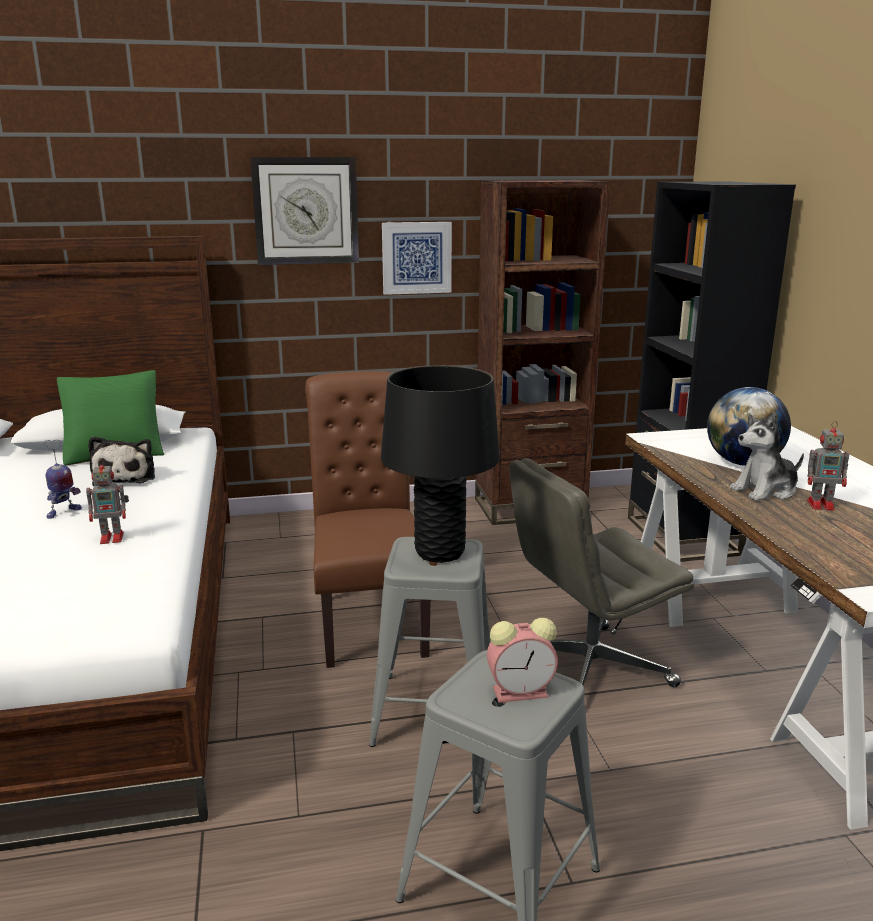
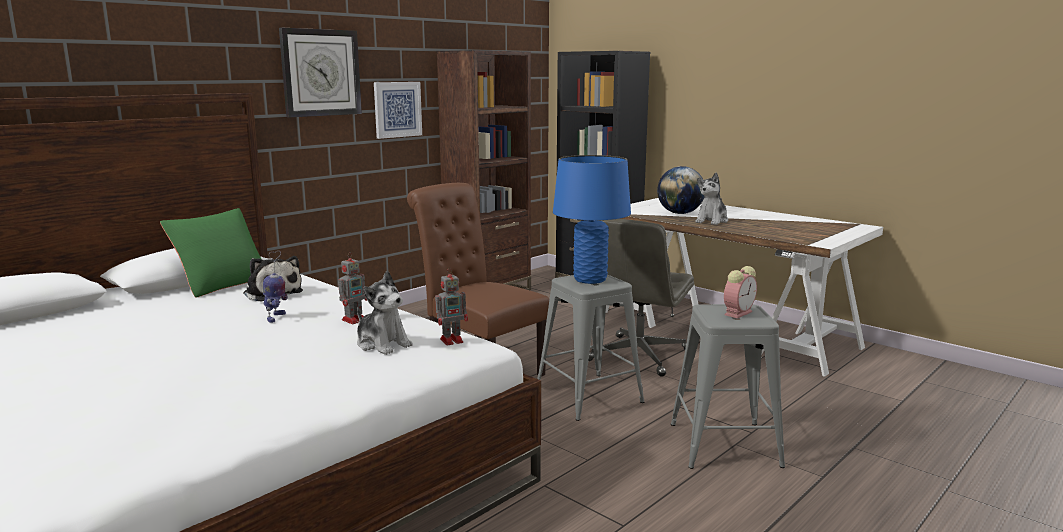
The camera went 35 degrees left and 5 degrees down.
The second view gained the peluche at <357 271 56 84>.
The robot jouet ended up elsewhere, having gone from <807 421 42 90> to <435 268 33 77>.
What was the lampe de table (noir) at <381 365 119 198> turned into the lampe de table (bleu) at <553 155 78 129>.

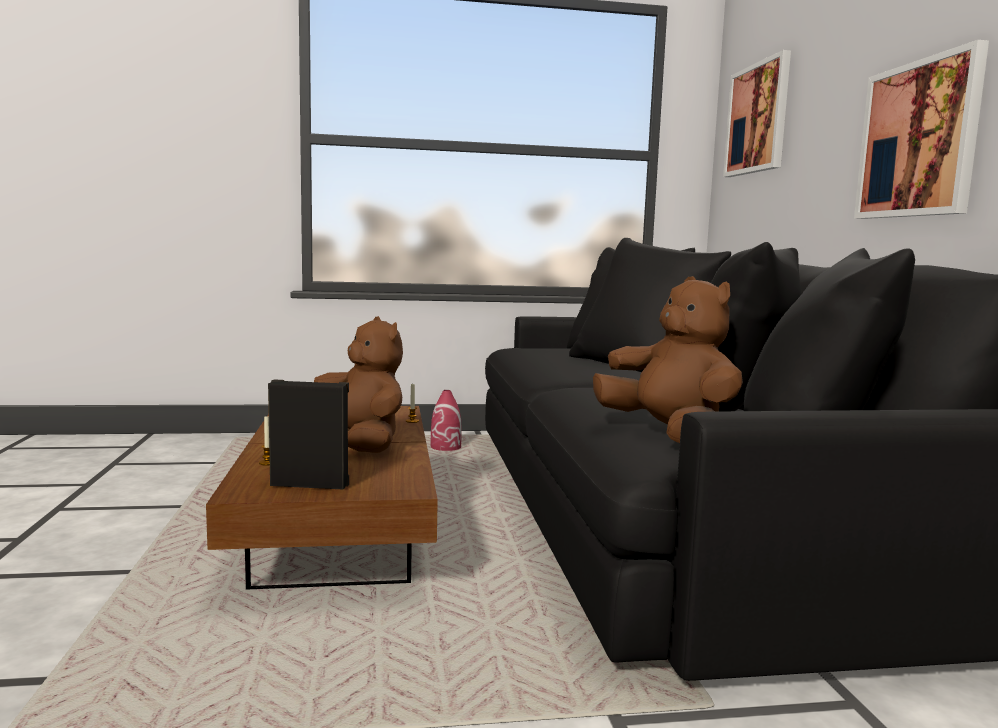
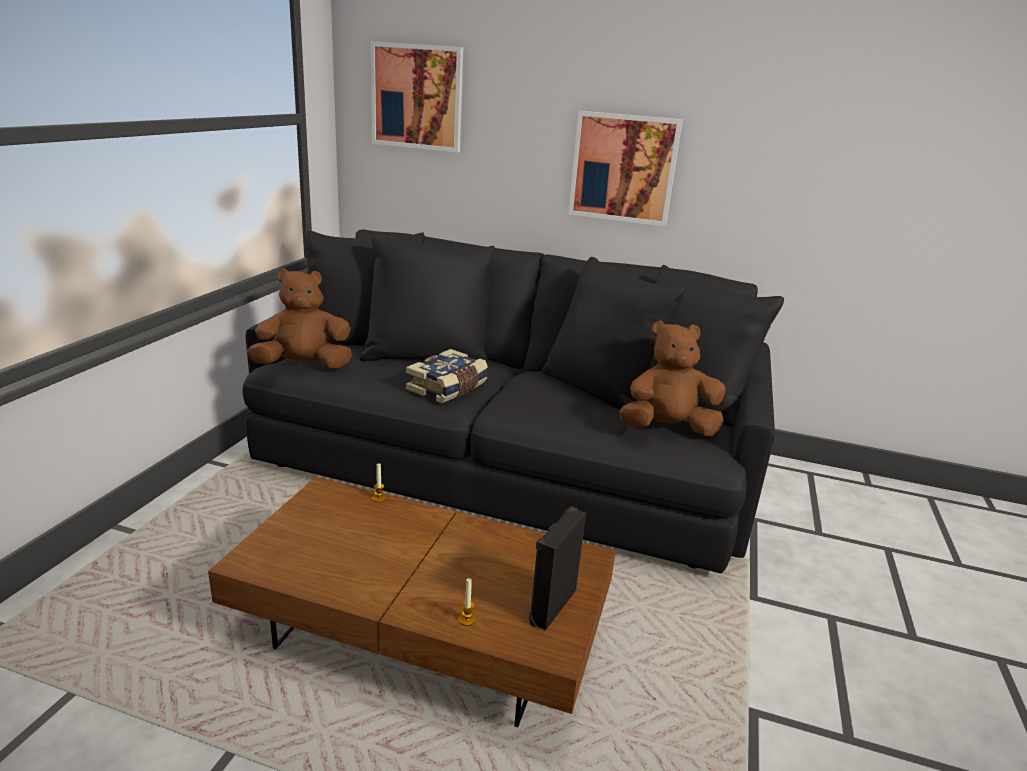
The camera went 65 degrees left and 15 degrees up.
The second view lost the vase (rouge) at <431 390 31 61>.
The second view gained the livre at <406 349 82 54>.
The peluche (marron) ended up elsewhere, having gone from <314 316 89 137> to <247 268 105 101>.

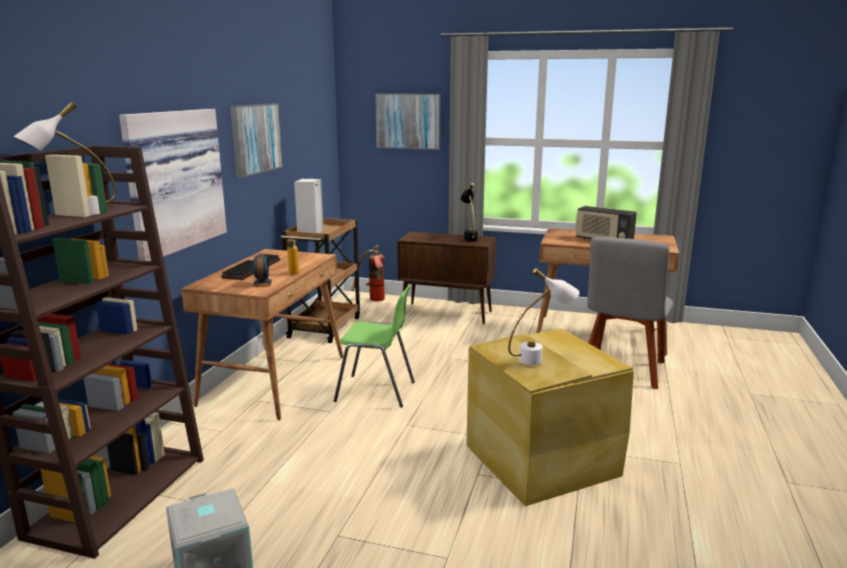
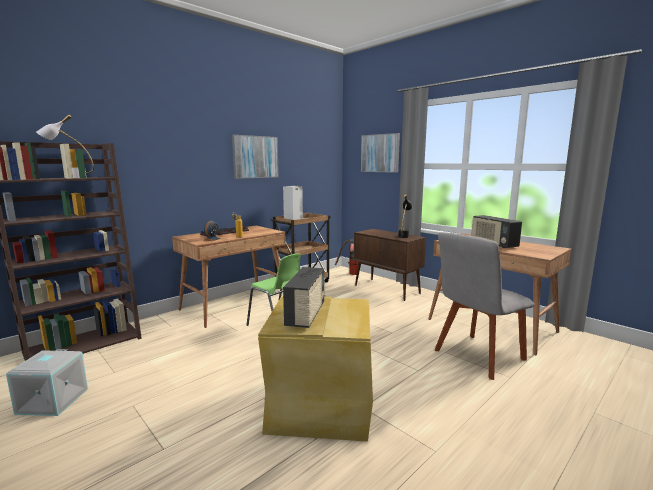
The camera went 30 degrees right and 5 degrees down.
The second view lost the tableau at <119 109 108 152>.
Where the lampe de table (blanc) stood at <508 268 72 98>, the radio came to stand at <283 267 43 61>.

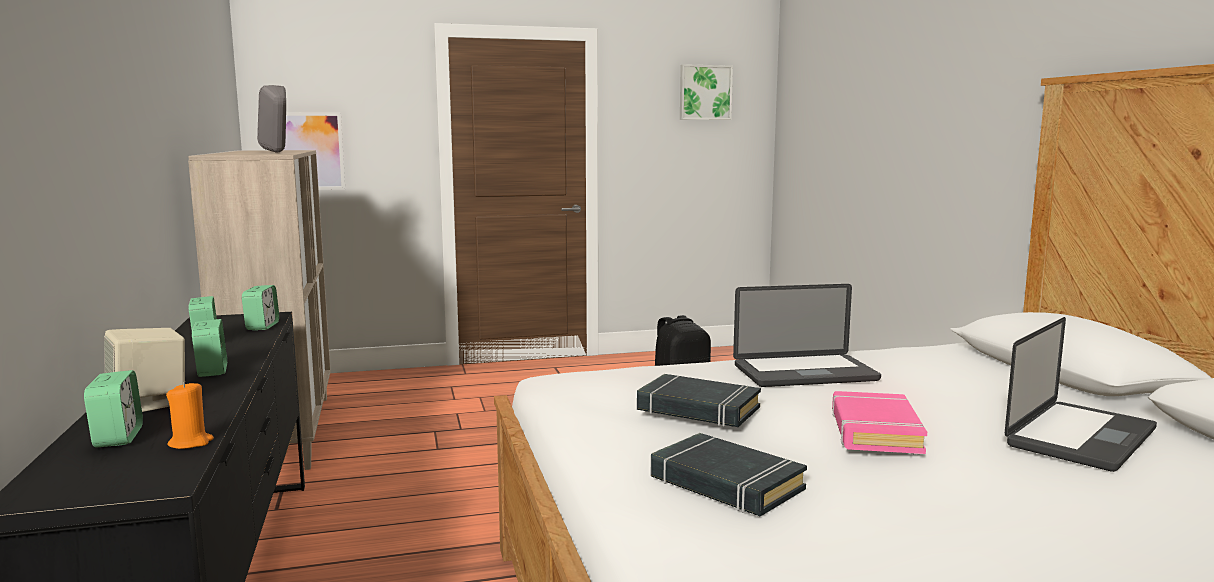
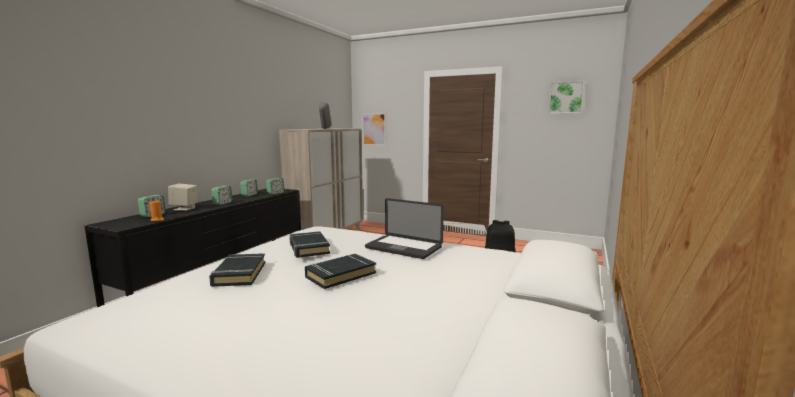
The camera went 40 degrees right and 0 degrees up.
The second view lost the ordinateur portable at <1005 317 152 155>.
What was the livre (rose) at <832 391 95 63> turned into the livre (noir) at <305 254 71 35>.

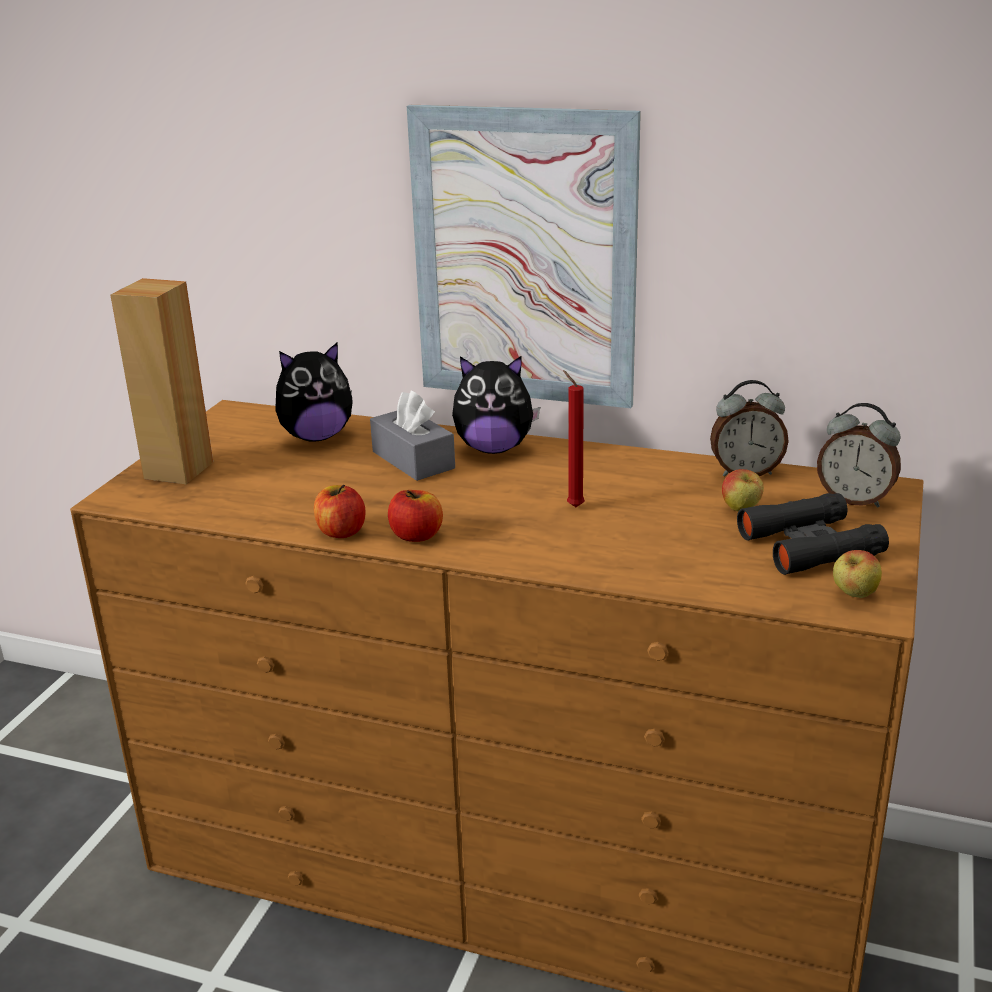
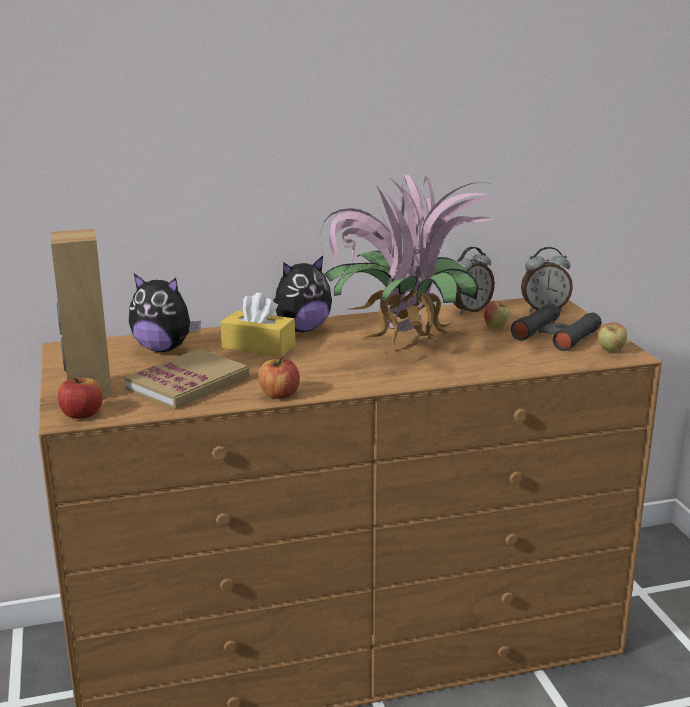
The camera went 35 degrees left and 5 degrees down.
The second view lost the tableau at <407 105 234 303>.
The second view gained the livre at <124 349 126 60>.
The pomme ended up elsewhere, having gone from <388 490 55 52> to <58 378 45 41>.
Where the bougie (rouge) stood at <563 370 22 137>, the plante en pot came to stand at <320 174 178 177>.
What was the boîte à mouchoirs (gris) at <370 391 85 90> turned into the boîte à mouchoirs (jaune) at <221 292 74 65>.
The peluche at <275 342 78 100> ended up facing another way, 75 degrees clockwise from before.

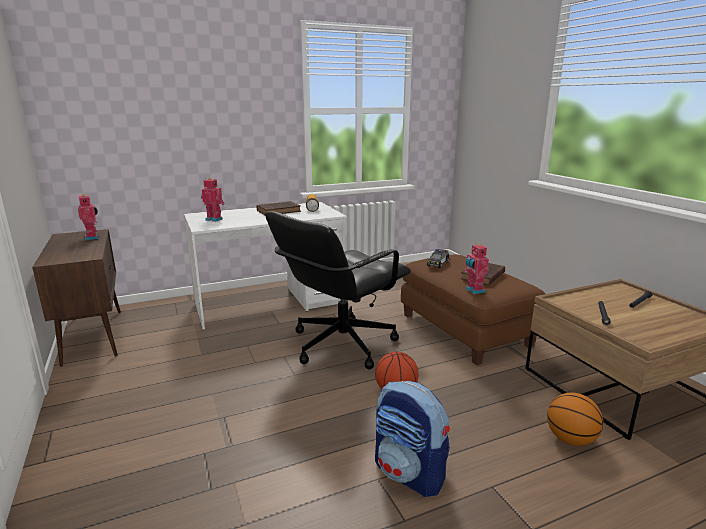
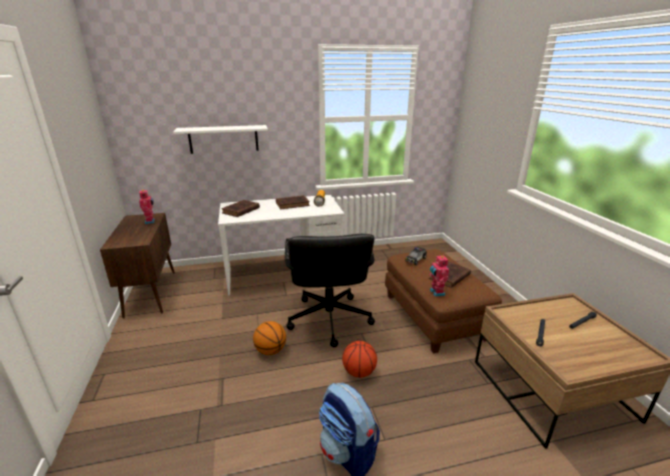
The camera went 10 degrees right and 5 degrees up.
The second view gained the étagère (blanc) at <173 125 95 29>.
The ballon de basket ended up elsewhere, having gone from <547 393 56 53> to <253 321 33 34>.
Where the robot jouet stood at <201 178 24 44>, the livre (marron) came to stand at <221 200 39 17>.
The chaise de bureau (noir) at <265 211 146 158> ended up facing another way, 60 degrees counterclockwise from before.

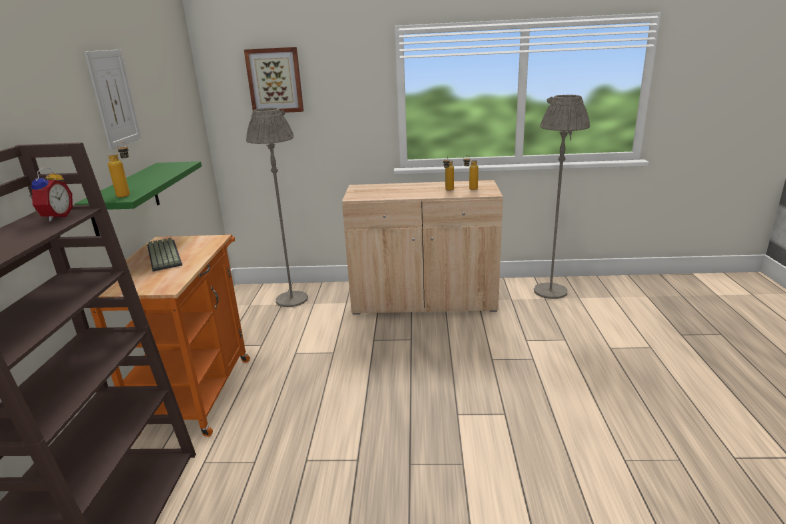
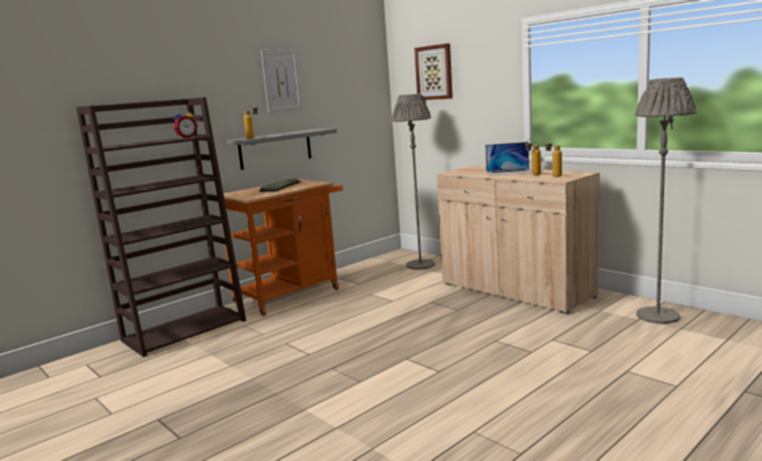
The camera went 45 degrees right and 10 degrees down.
The second view gained the ordinateur portable at <486 142 46 34>.
What was the étagère (vert) at <75 161 127 75> turned into the étagère (gris) at <227 129 110 41>.

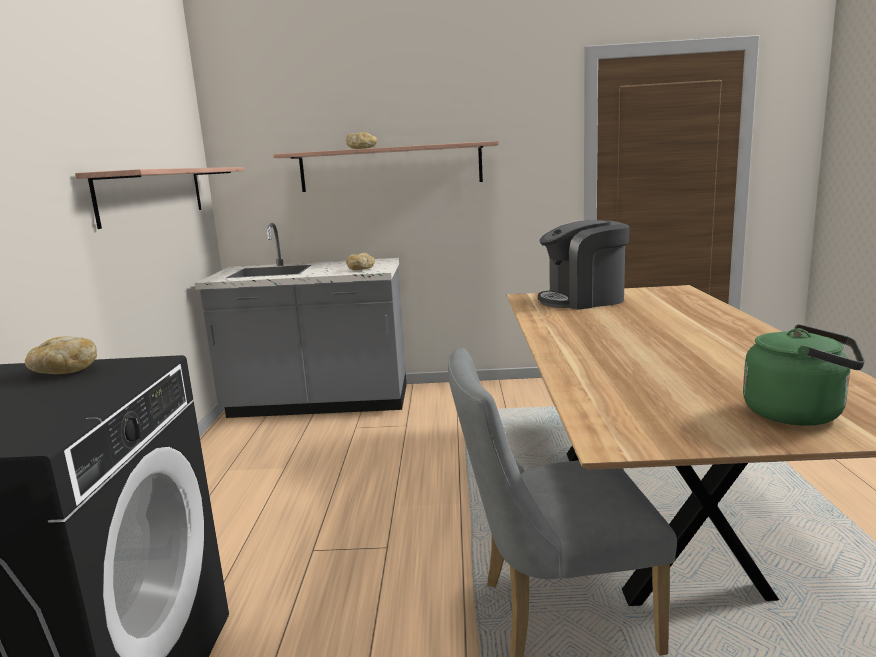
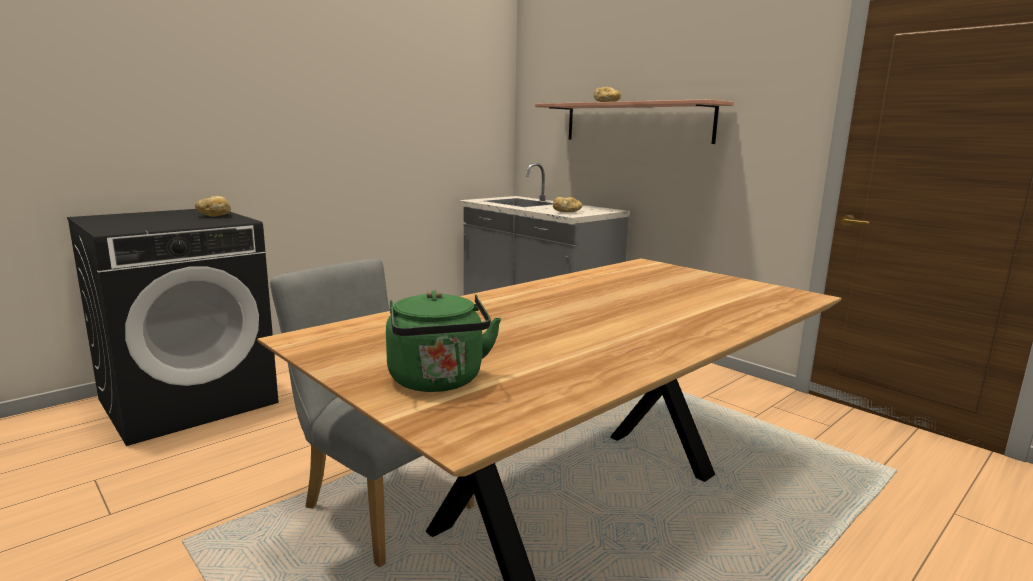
The camera went 45 degrees right and 0 degrees up.
The second view lost the étagère at <75 167 169 62>.
The second view lost the machine à café at <538 220 91 90>.

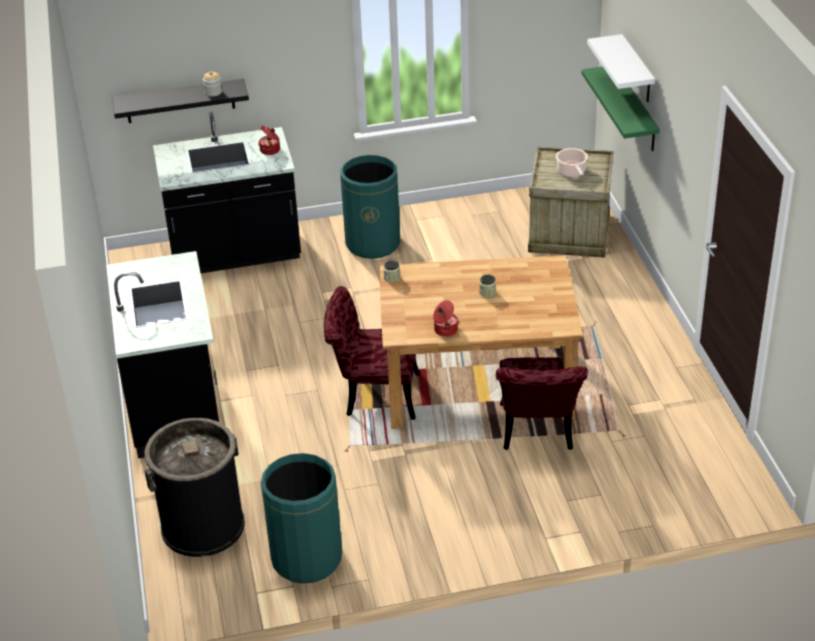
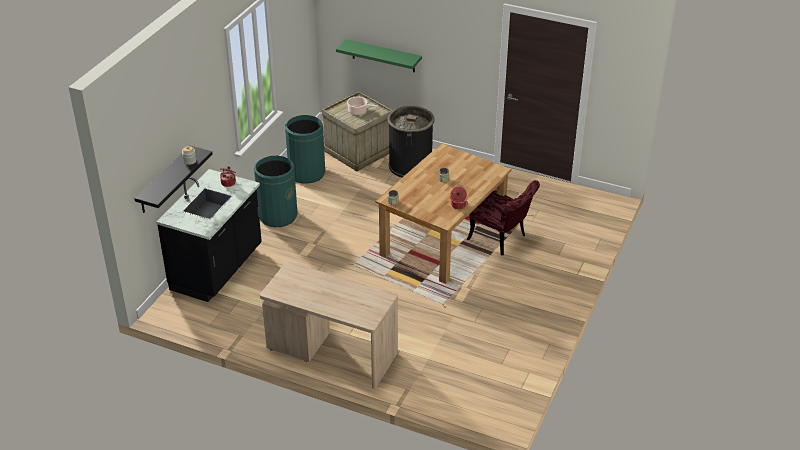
The camera went 55 degrees left and 0 degrees up.
The second view lost the chaise (rouge) at <324 286 96 134>.
The second view lost the étagère (blanc) at <587 34 68 68>.
The poubelle (noir) ended up elsewhere, having gone from <144 418 101 139> to <387 106 48 71>.
The poubelle (vert) ended up elsewhere, having gone from <261 453 81 131> to <285 115 40 69>.
Where the comptoir de cuisine (noir) stood at <106 251 113 207>, the bureau (beige) came to stand at <260 262 138 127>.

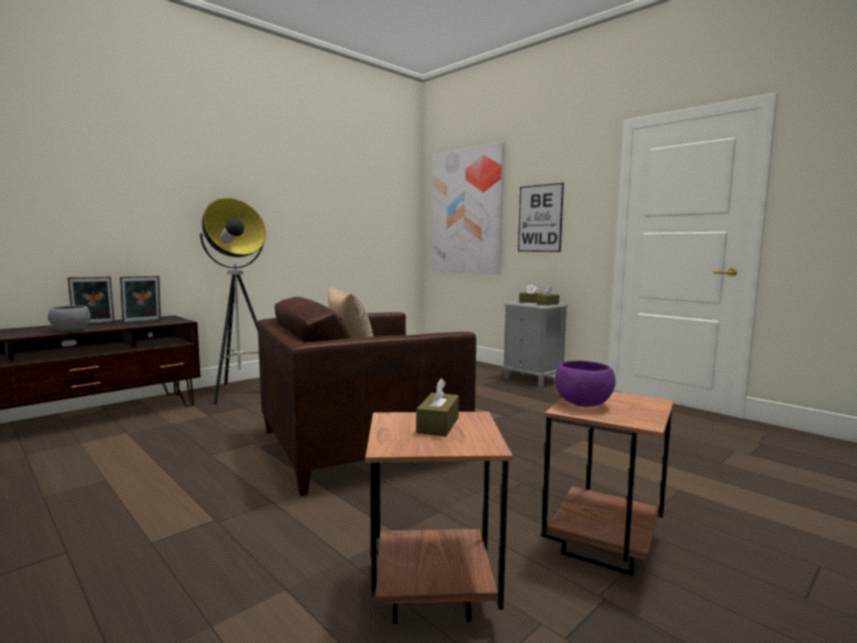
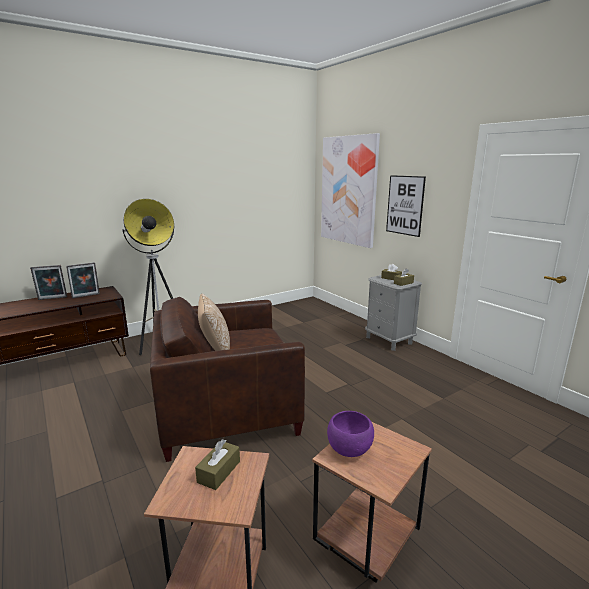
The camera went 10 degrees right and 10 degrees up.
The second view lost the bol (gris) at <48 305 42 26>.

